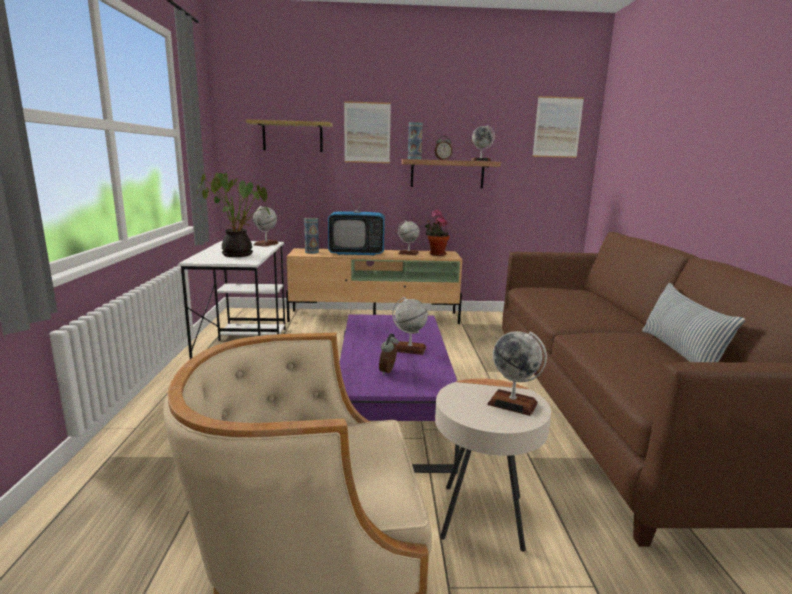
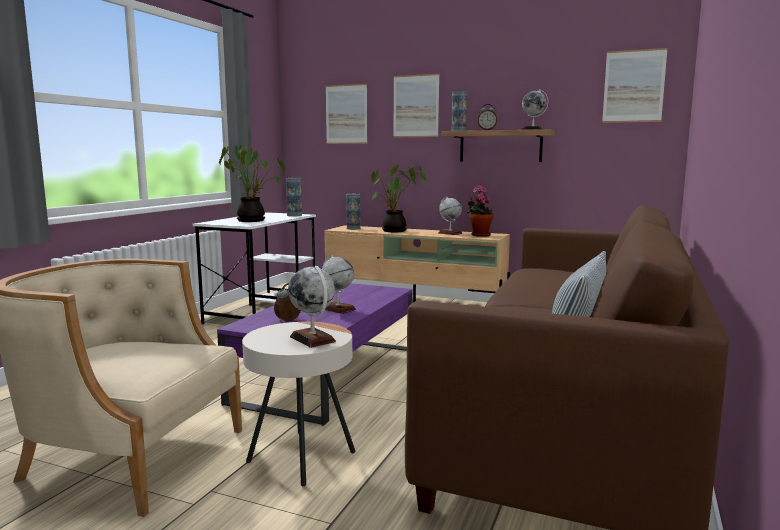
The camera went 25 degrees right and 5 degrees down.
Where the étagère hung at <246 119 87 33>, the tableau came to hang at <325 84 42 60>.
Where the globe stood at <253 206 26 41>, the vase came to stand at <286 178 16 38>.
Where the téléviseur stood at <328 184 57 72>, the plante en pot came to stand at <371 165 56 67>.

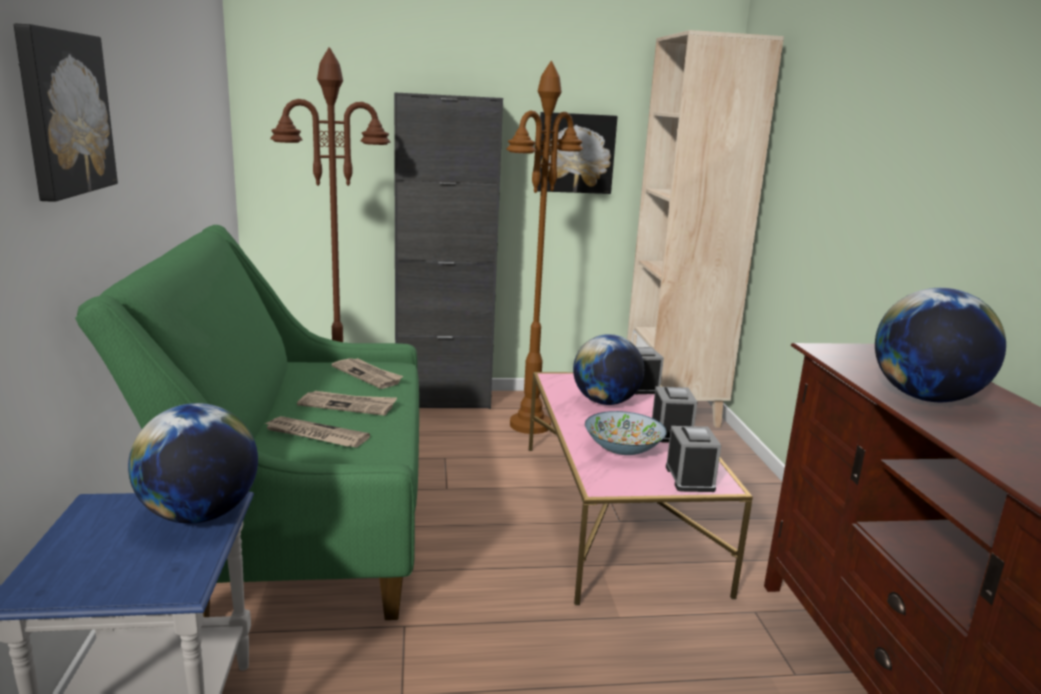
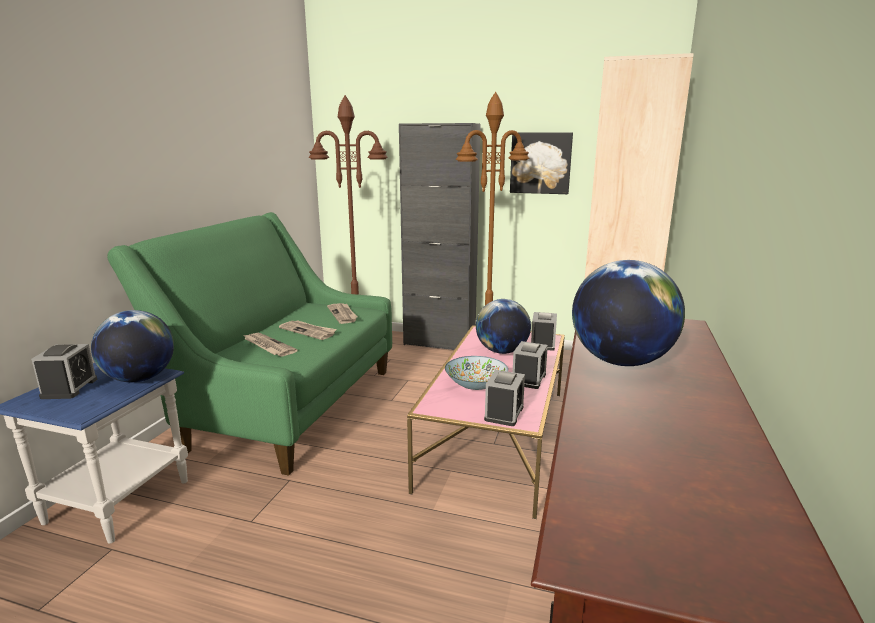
The camera went 25 degrees right and 0 degrees up.
The second view lost the tableau at <13 24 105 178>.
The second view gained the réveil at <31 344 66 55>.

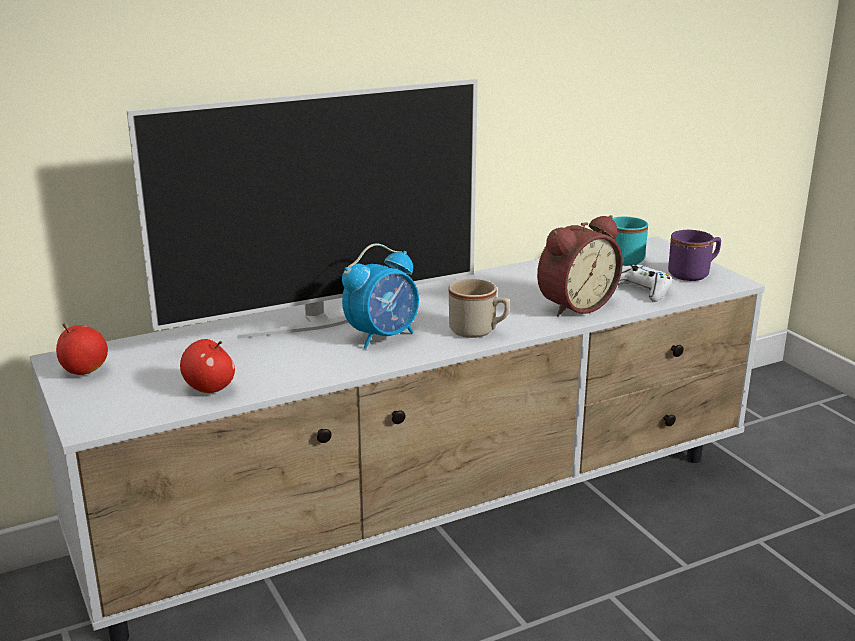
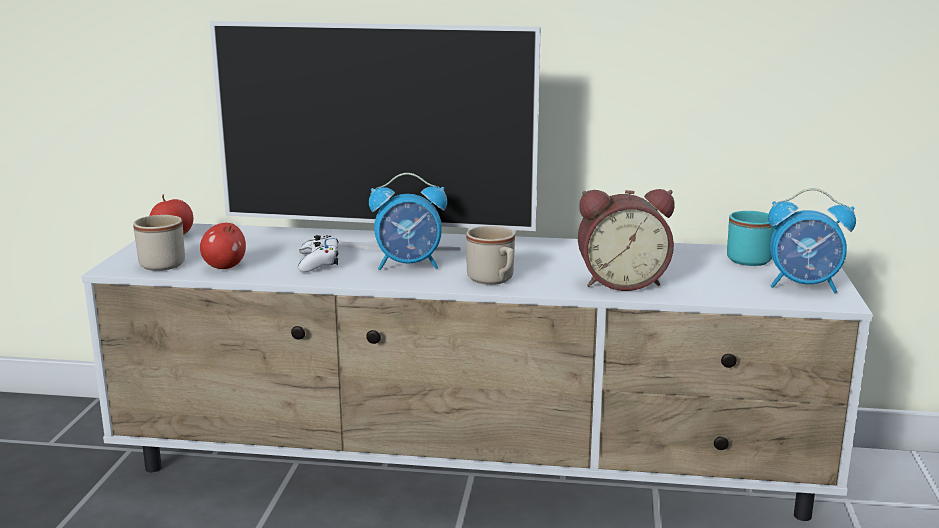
The camera went 35 degrees right and 5 degrees down.
The second view gained the mug (beige) at <133 215 52 56>.
The manette (blanc) ended up elsewhere, having gone from <618 264 54 38> to <298 235 40 37>.
Where the mug (violet) stood at <668 230 53 51>, the réveil came to stand at <768 188 88 105>.

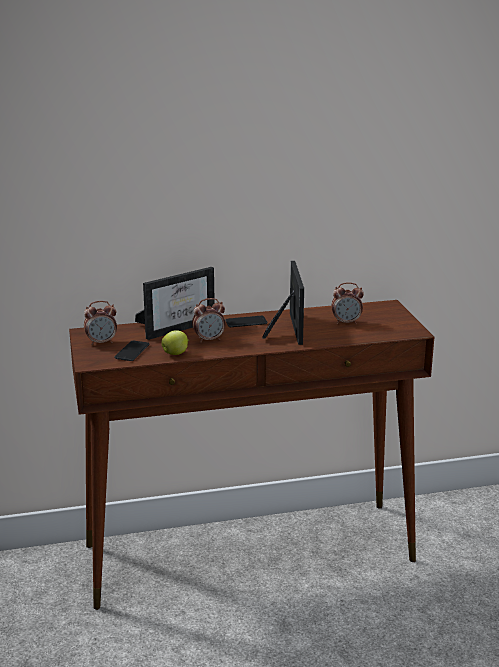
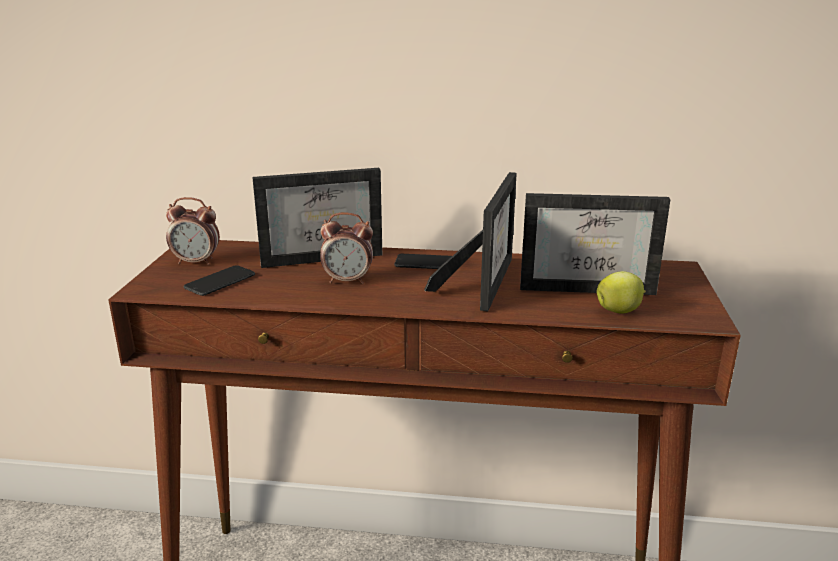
The camera went 20 degrees right and 0 degrees up.
The pomme ended up elsewhere, having gone from <161 330 28 25> to <597 271 49 43>.
Where the réveil stood at <332 282 32 42>, the cadre photo came to stand at <520 193 151 102>.

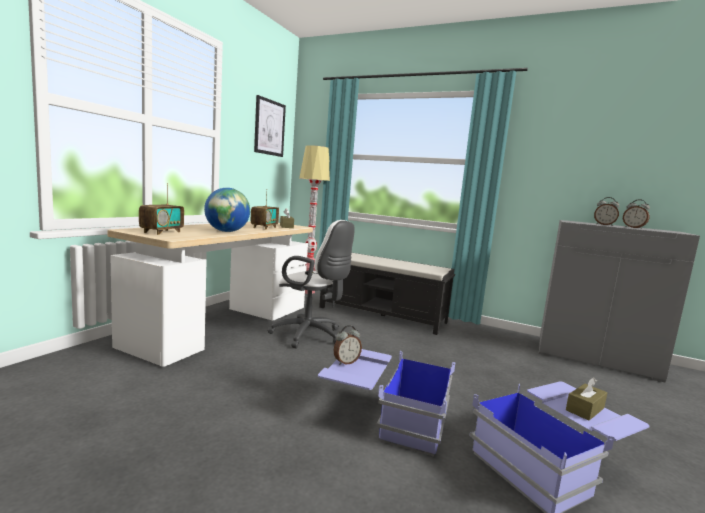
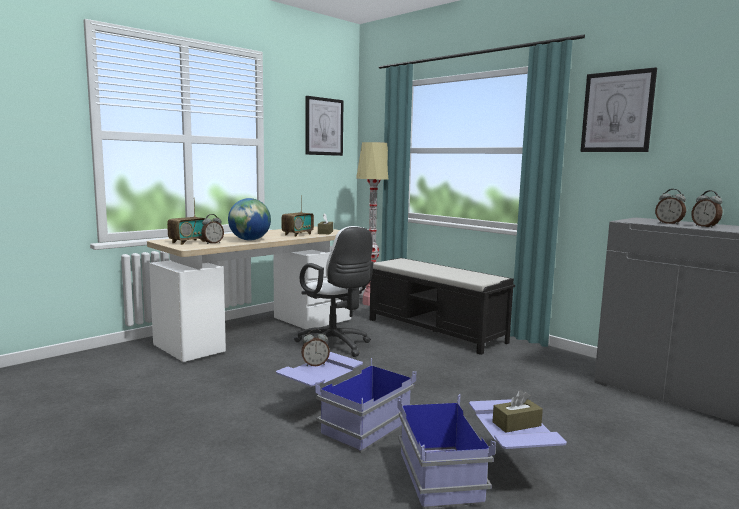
The camera went 20 degrees right and 0 degrees up.
The second view gained the réveil at <201 214 23 30>.
The second view gained the tableau at <580 67 77 85>.

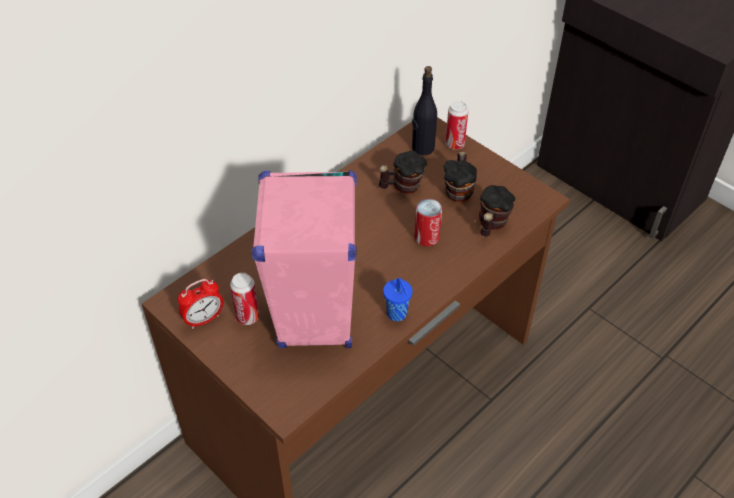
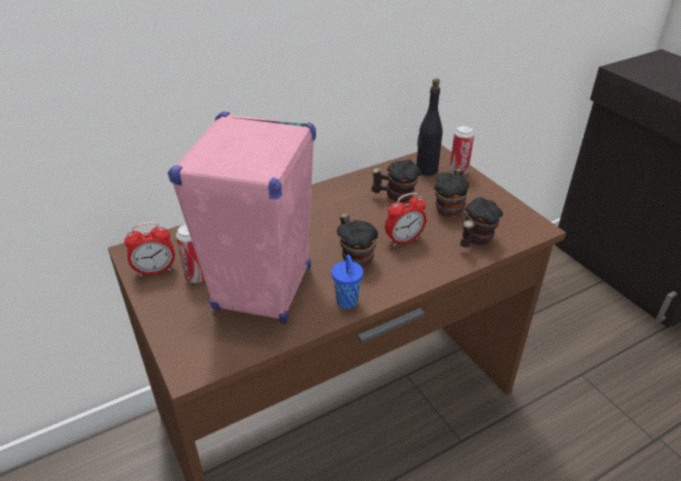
The camera went 15 degrees right and 10 degrees down.
The second view gained the mug at <337 214 41 54>.
Where the boîte métallique stood at <414 198 28 48>, the réveil came to stand at <385 193 41 54>.

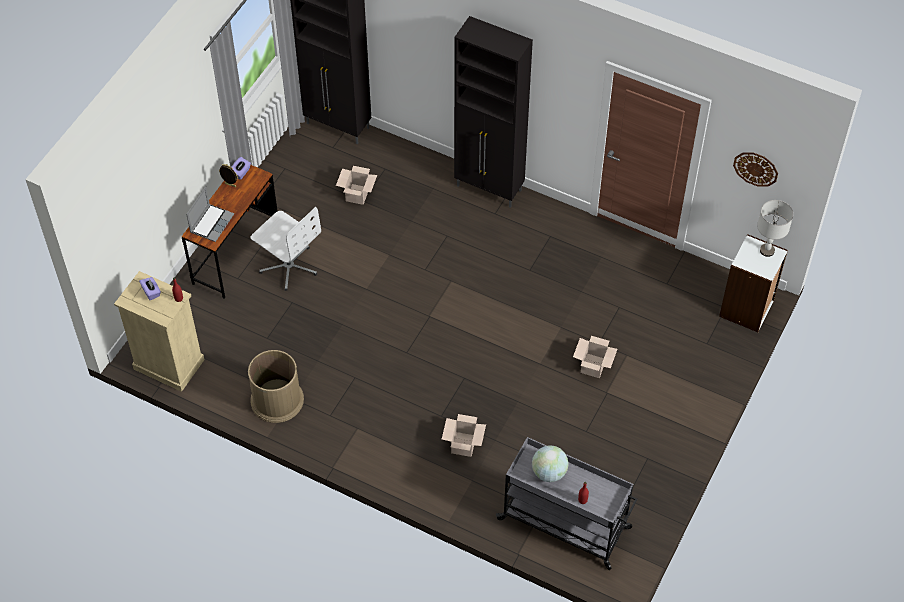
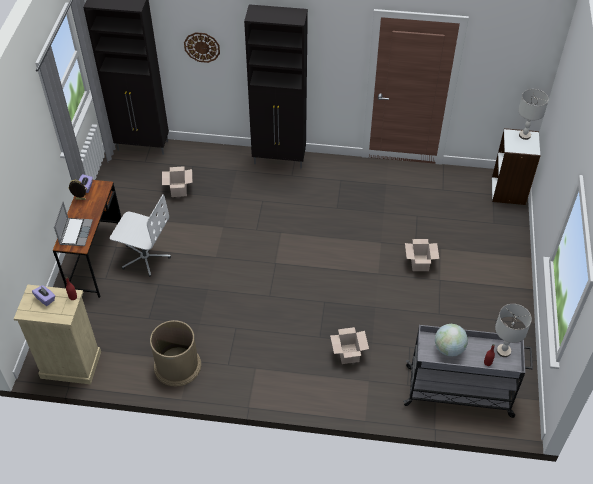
The camera went 20 degrees left and 5 degrees down.
The second view gained the lampe de table (gris) at <495 304 37 53>.
The horloge murale ended up elsewhere, having gone from <733 152 45 35> to <184 32 36 31>.

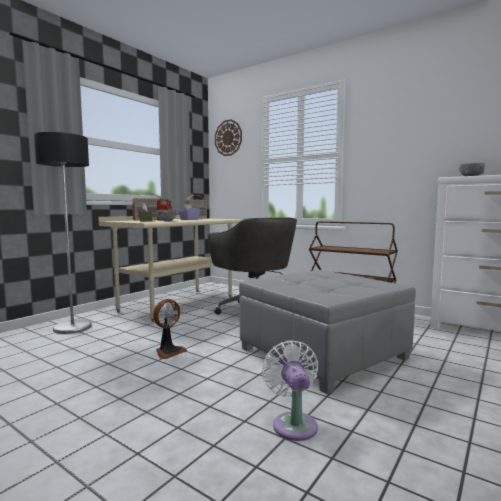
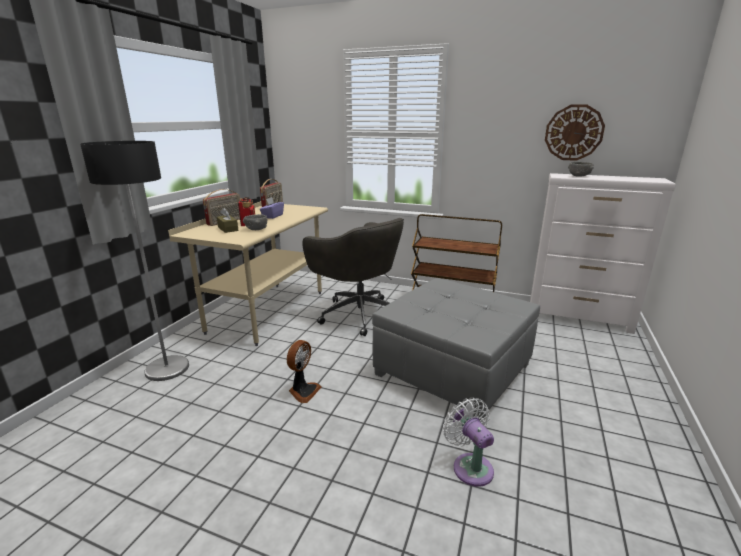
The camera went 15 degrees left and 15 degrees up.
The horloge murale ended up elsewhere, having gone from <215 119 27 37> to <545 104 60 57>.

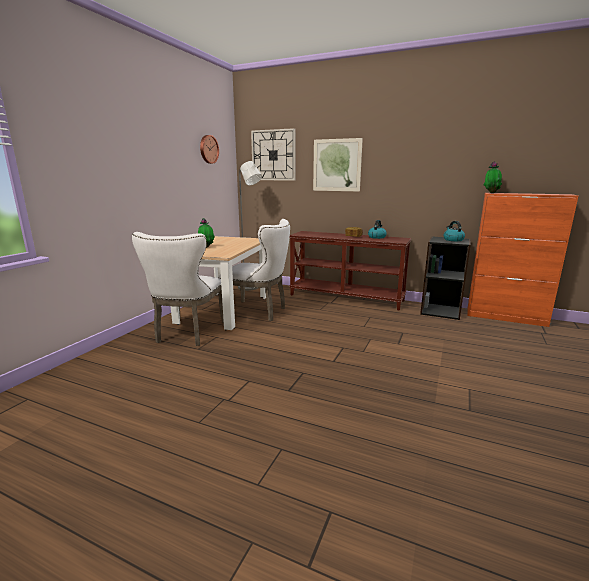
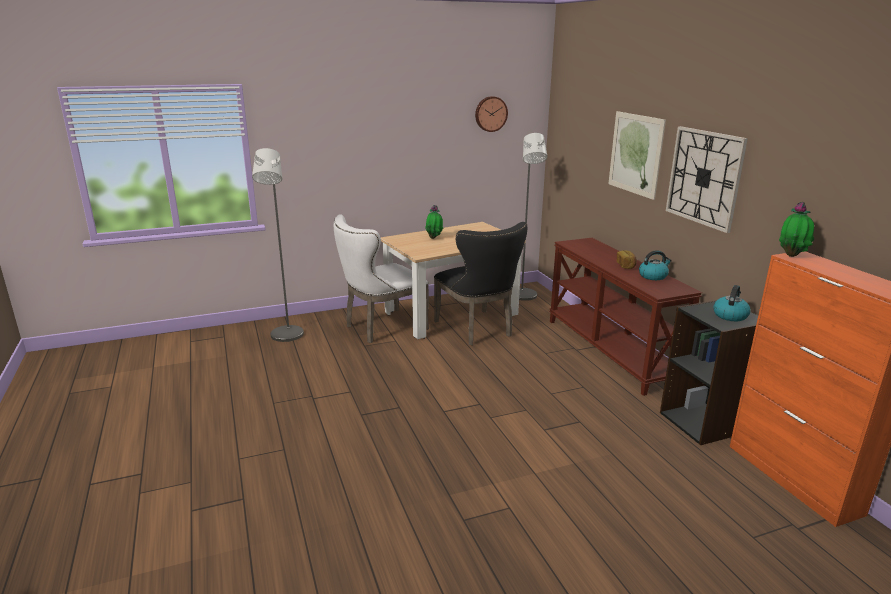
The camera went 45 degrees right and 5 degrees up.
The second view gained the lampadaire (gris) at <252 148 52 194>.
The horloge murale ended up elsewhere, having gone from <251 128 44 53> to <666 126 82 107>.
What was the chaise (blanc) at <218 219 72 102> turned into the chaise (noir) at <434 222 93 123>.

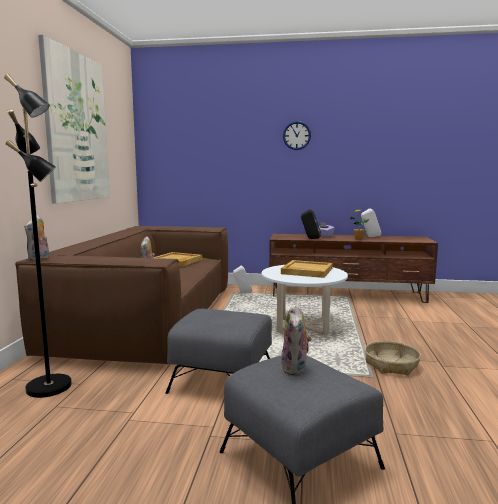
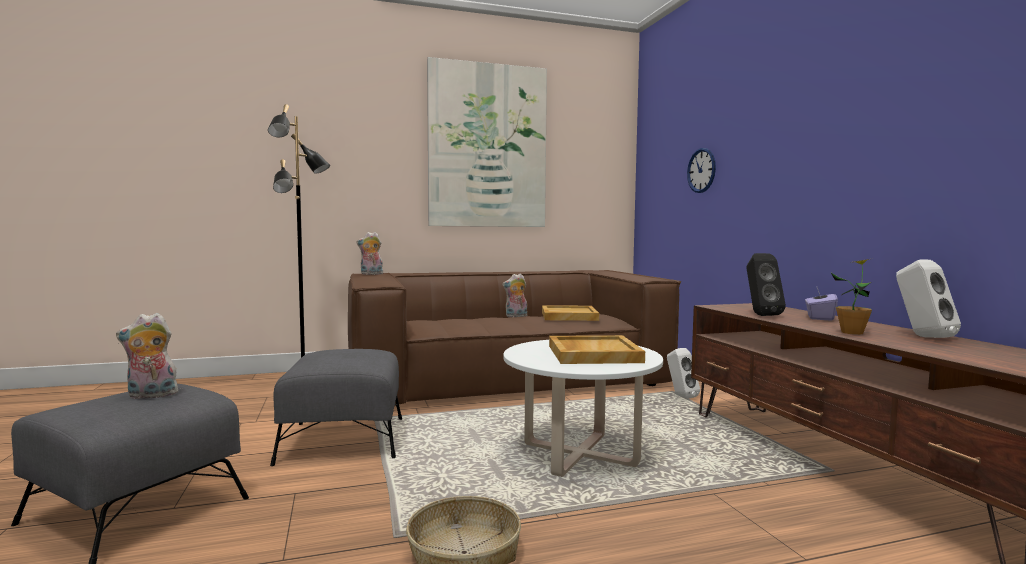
The camera went 65 degrees right and 5 degrees down.
The horloge murale ended up elsewhere, having gone from <283 121 28 29> to <687 148 29 45>.

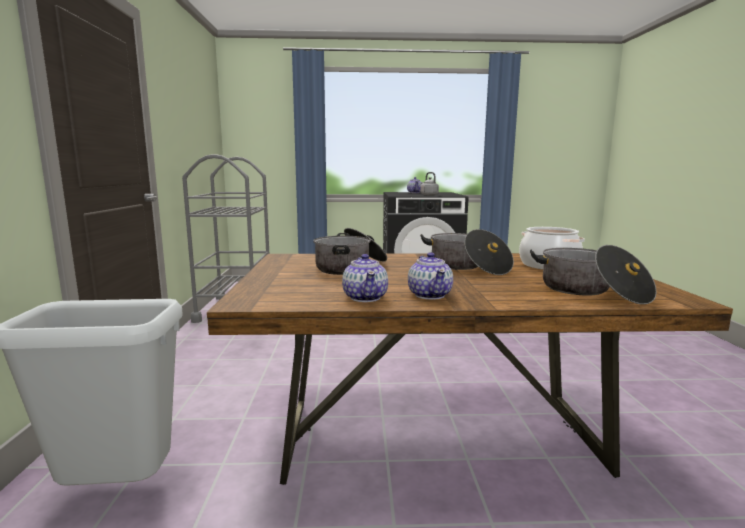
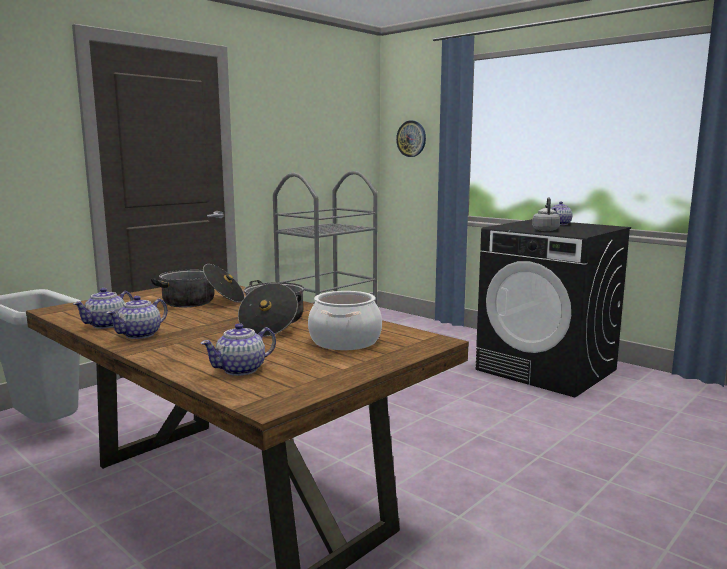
The camera went 45 degrees right and 0 degrees up.
The second view gained the horloge murale at <396 120 30 37>.
Where the marmite stood at <530 245 127 60>, the théière came to stand at <200 323 76 53>.

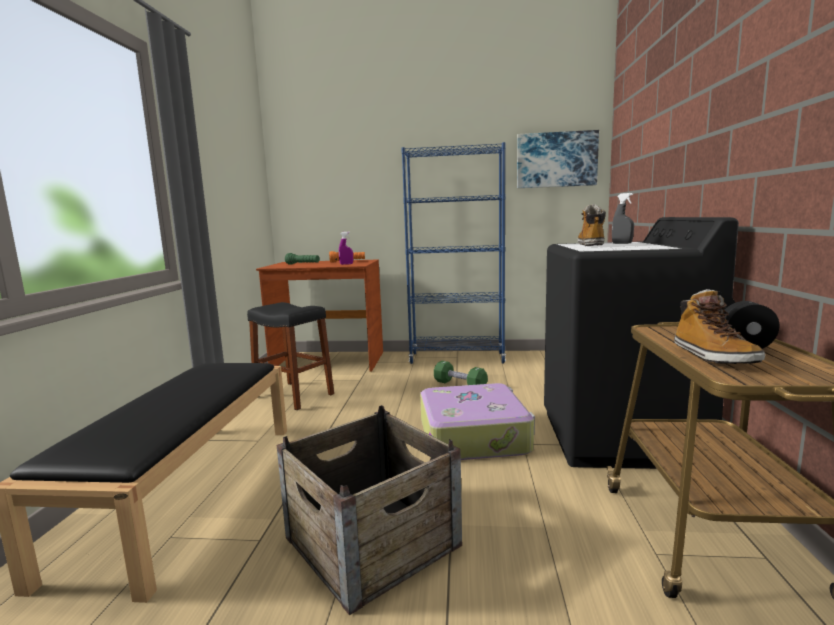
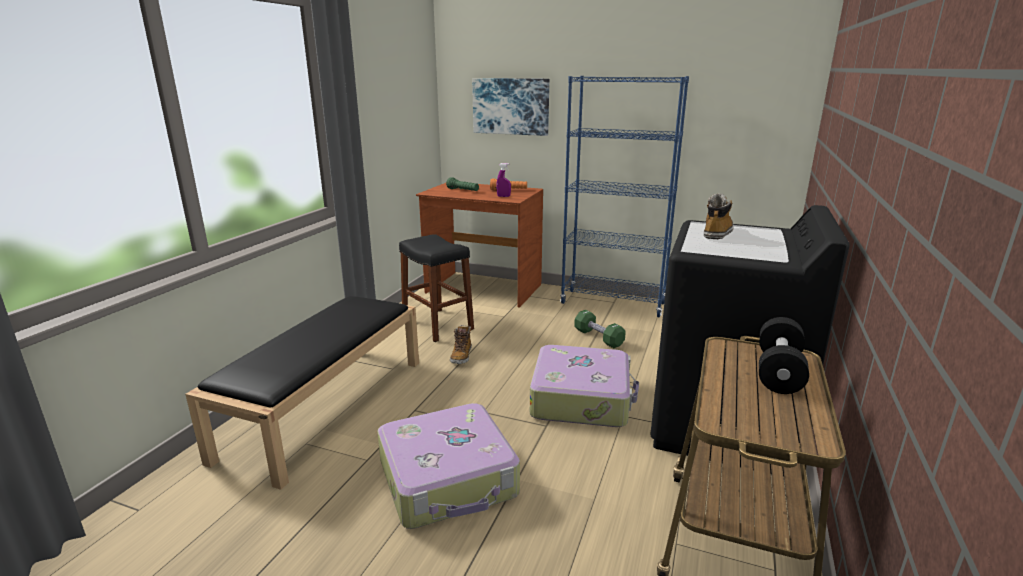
The camera went 15 degrees right and 10 degrees up.
The second view lost the vaporisateur (gris) at <612 193 22 51>.
The tableau ended up elsewhere, having gone from <517 130 82 58> to <472 78 77 58>.
The botte ended up elsewhere, having gone from <674 289 91 75> to <450 325 22 39>.
Where the caisse stood at <277 405 185 210>, the valise came to stand at <378 403 142 126>.

